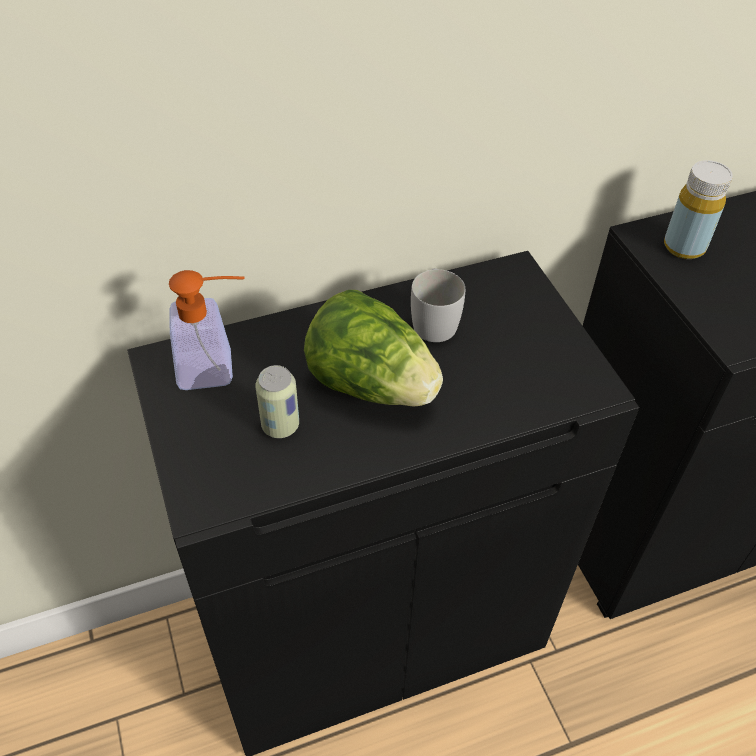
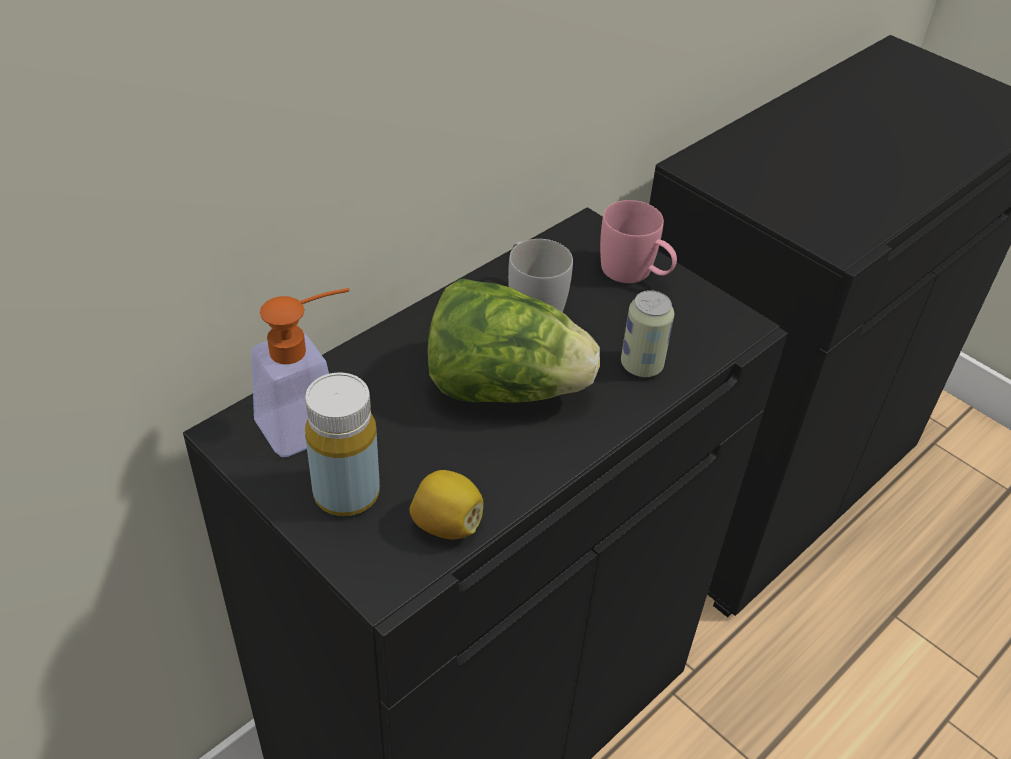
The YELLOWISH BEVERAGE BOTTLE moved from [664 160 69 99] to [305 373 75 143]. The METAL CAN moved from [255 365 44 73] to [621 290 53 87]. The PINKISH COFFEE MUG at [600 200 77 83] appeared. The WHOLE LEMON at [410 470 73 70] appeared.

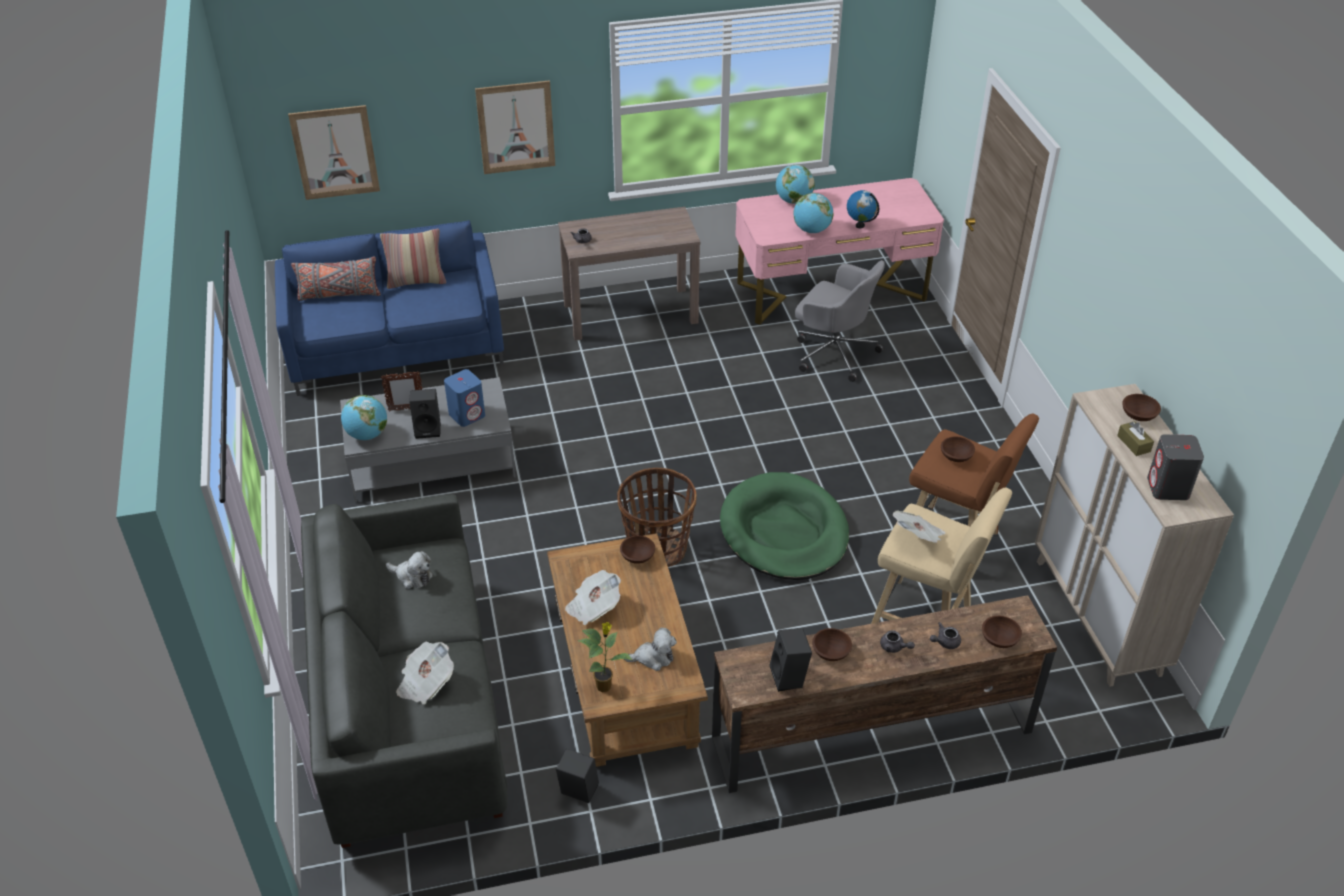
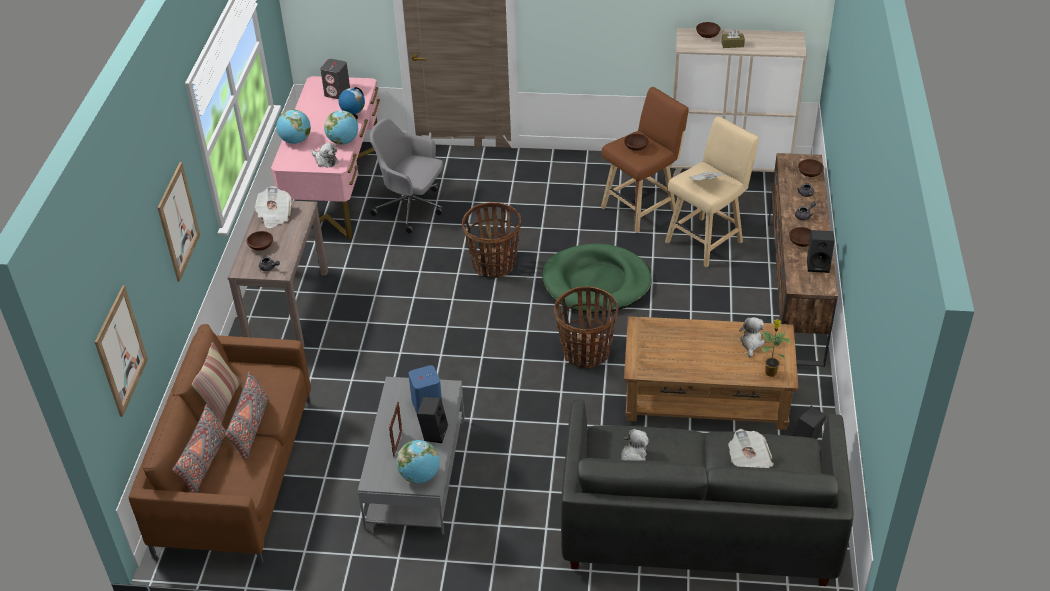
The BLUISH SETTEE at [275 220 229 176] became the BROWN SETTEE at [128 324 183 240]. The GREYISH OFFICE CHAIR at [795 260 90 122] turned 120 degrees counterclockwise. The GREYISH AUDIO SPEAKER moved from [1147 434 57 66] to [320 59 30 40]. The BROWN SERVING BOWL moved from [620 535 35 29] to [246 231 27 20]. The DAILY PAPER moved from [565 570 56 55] to [254 186 38 42]. The SOFT TOY at [311 143 27 25] appeared. The STORAGE BASKET at [462 202 59 76] appeared. The GREYISH THROW PILLOW at [225 372 44 88] appeared.

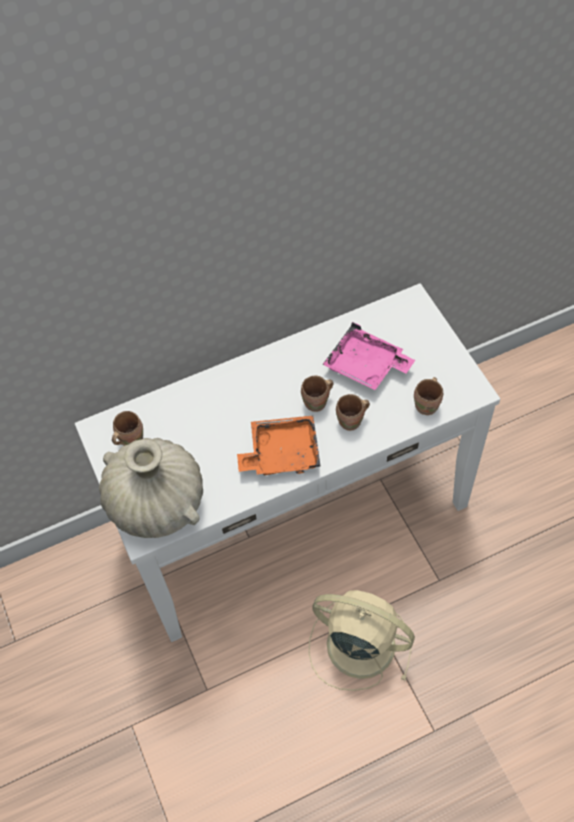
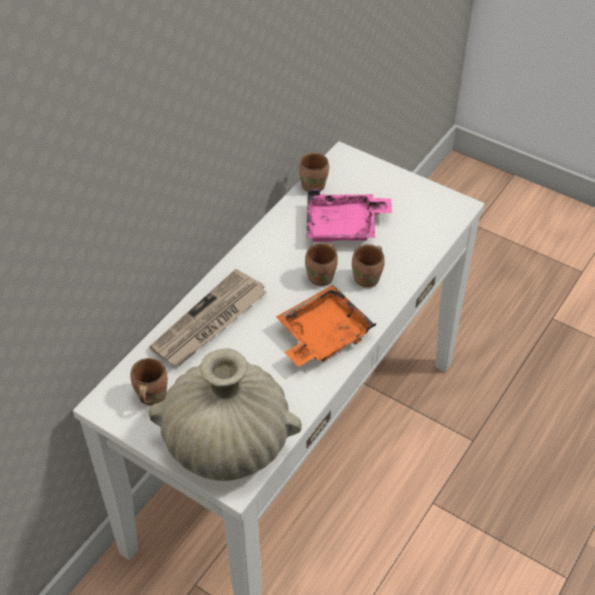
The BROWN COFFEE MUG moved from [414 377 29 38] to [299 153 30 39]. The SAND-COLOURED FAN at [309 590 106 101] disappeared. The DAILY PAPER at [149 269 118 97] appeared.

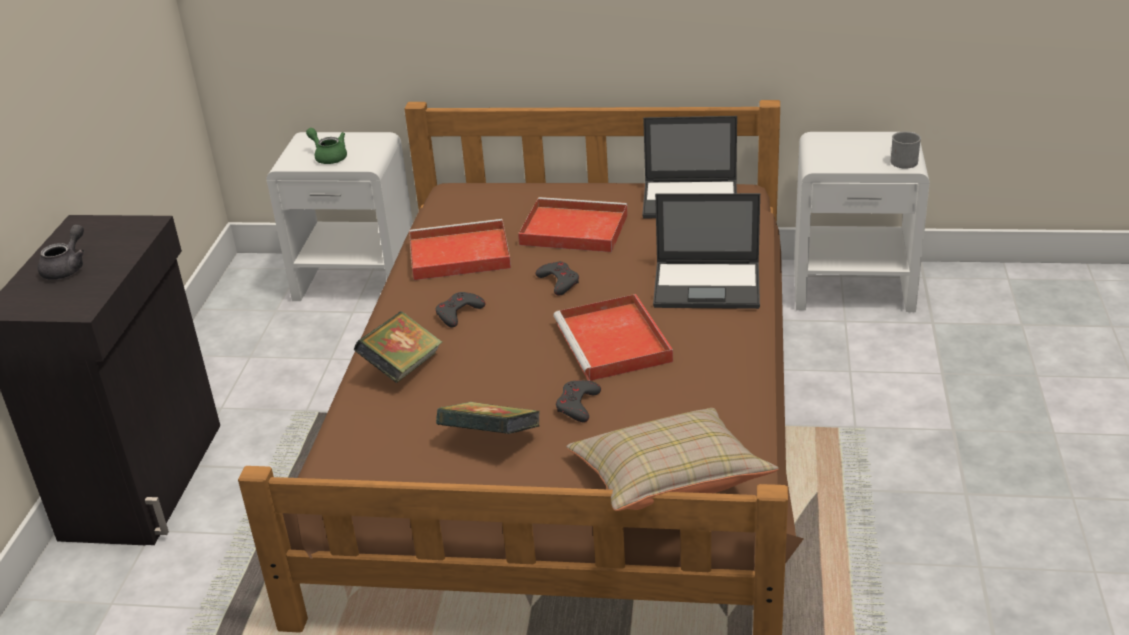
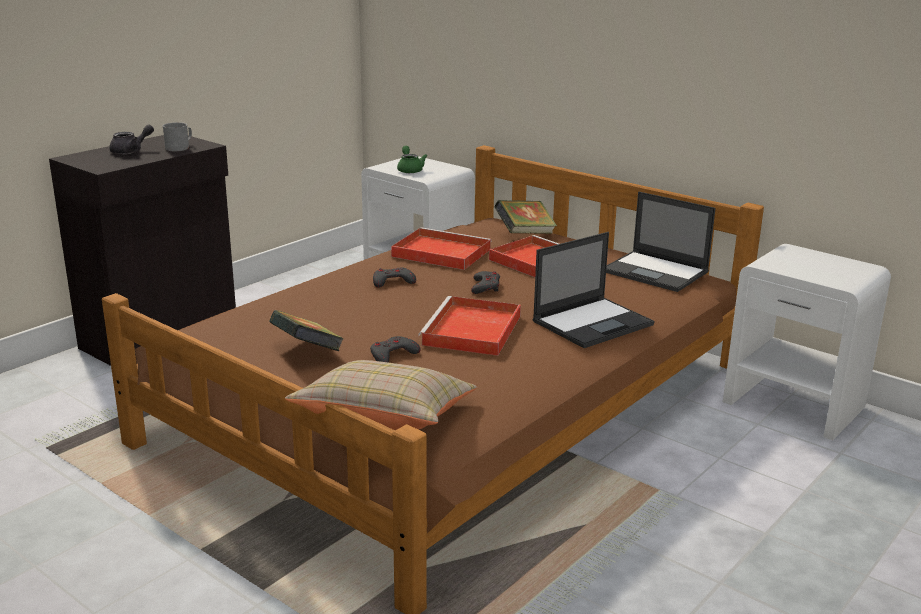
The GREYISH COFFEE MUG moved from [891 131 30 38] to [162 122 30 29]. The PORTABLE COMPUTER at [653 193 107 116] turned 75 degrees counterclockwise. The VOLUME moved from [354 311 88 72] to [494 200 63 34].

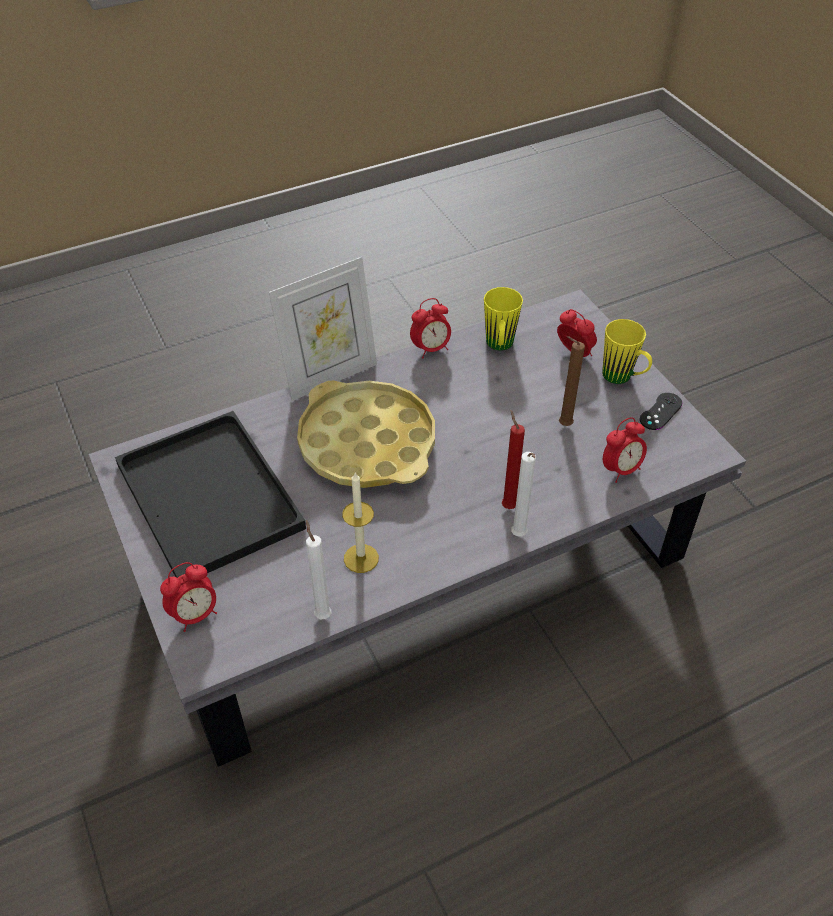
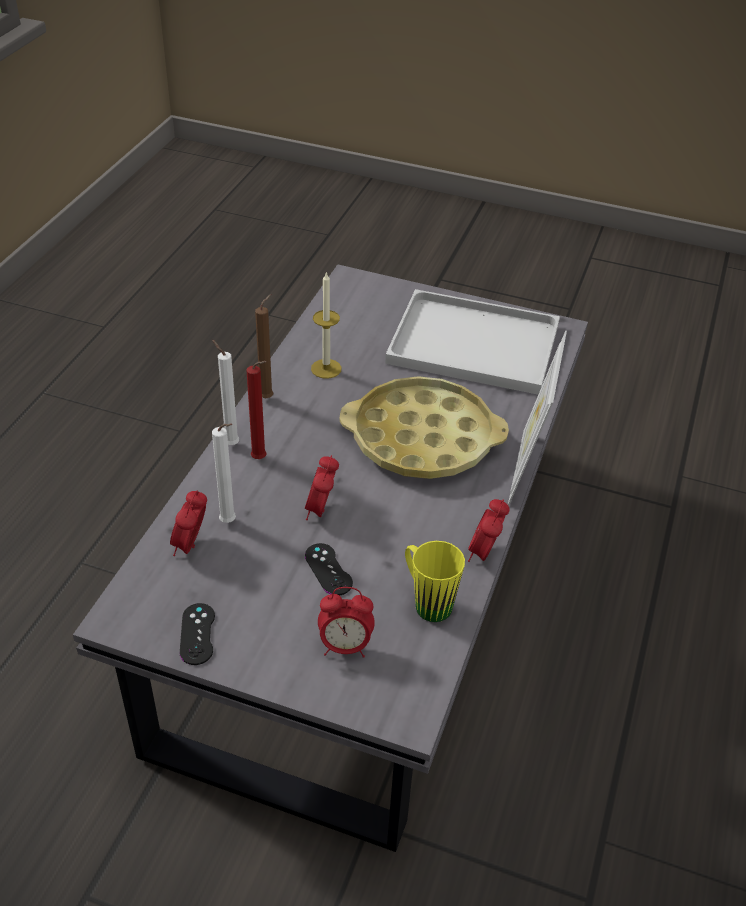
The YELLOWISH COFFEE MUG at [602 319 50 65] disappeared. The BROWN CANDLE moved from [559 336 26 90] to [255 294 18 104]. The BLACK SERVING TRAY at [115 411 191 167] became the WHITE-COLOURED SERVING TRAY at [385 289 175 106]. The WHITE-COLOURED CANDLE moved from [306 520 25 99] to [212 424 24 99]. The BEDSIDE CLOCK moved from [160 562 57 70] to [305 455 34 65]. The BLACK GAMEPAD at [305 543 48 52] appeared.

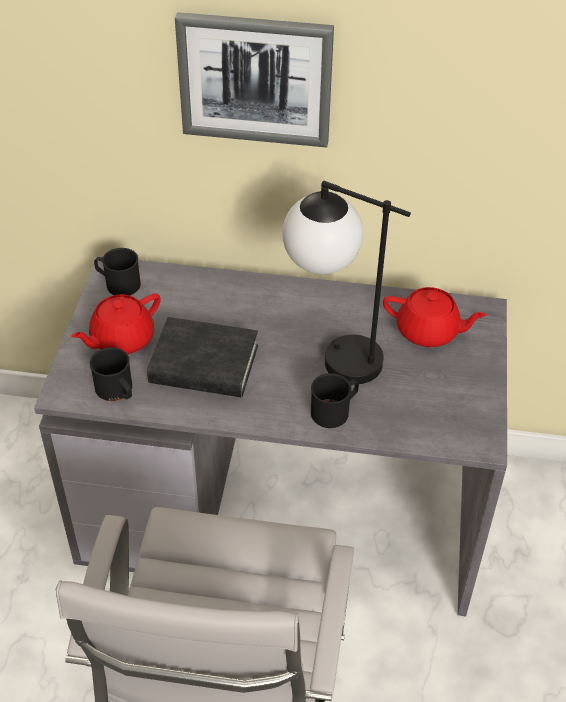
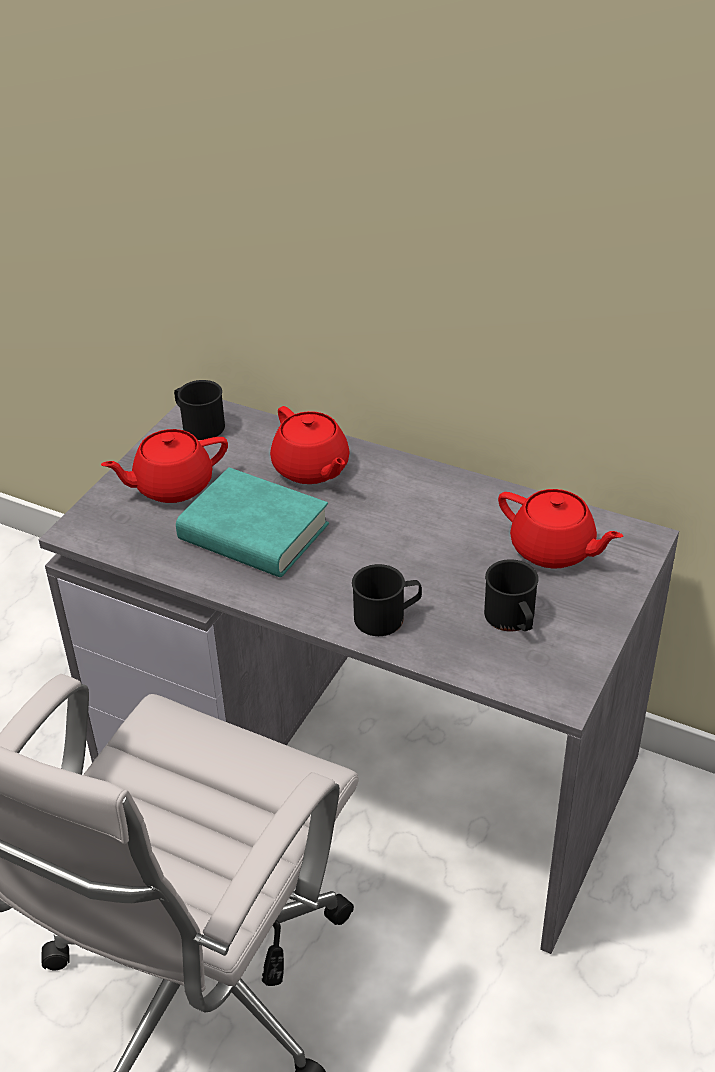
The PICTURE at [175 12 159 135] disappeared. The LAMP FOR A TABLE at [282 181 129 203] disappeared. The BLACK VOLUME at [147 317 111 80] became the TURQUOISE-COLOURED VOLUME at [176 467 153 110]. The BLACK COFFEE MUG moved from [90 347 42 54] to [484 559 55 73]. The RED POT FOR TEA at [270 406 80 78] appeared.

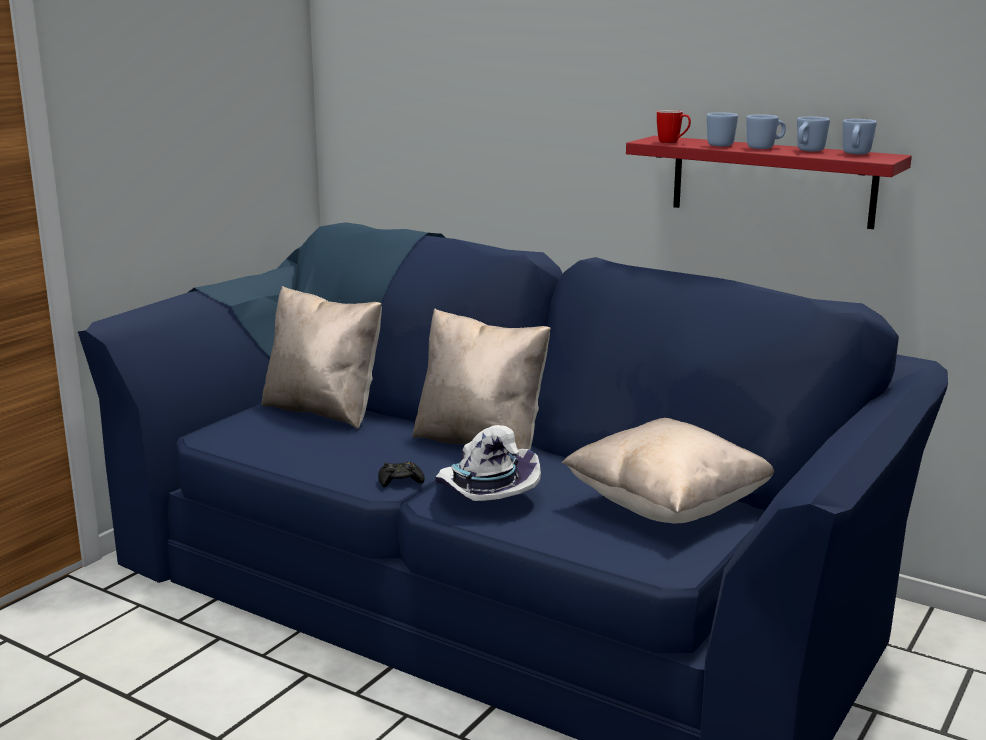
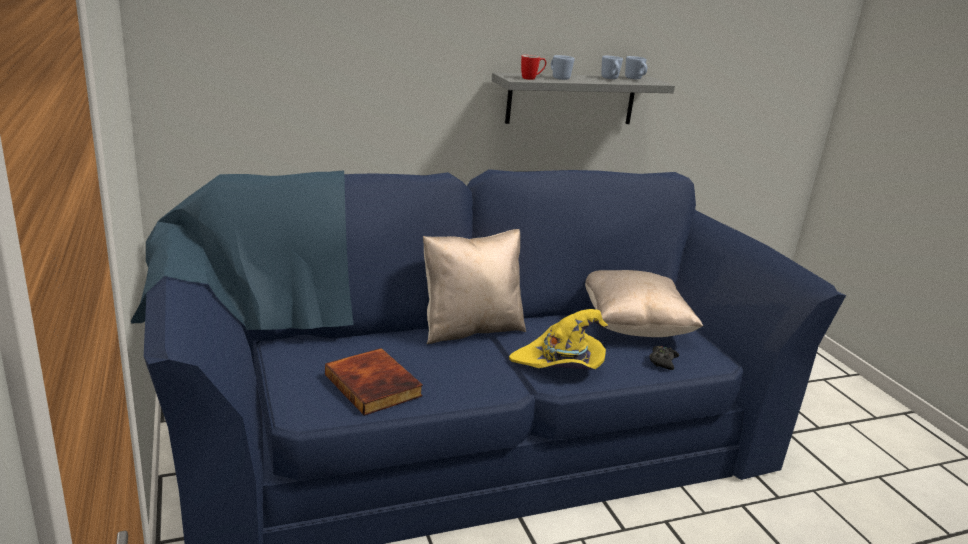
The BLUISH COFFEE MUG at [746 115 40 34] disappeared. The RED SHELF at [626 136 286 93] became the GREYISH SHELF at [492 73 183 51]. The SAND-COLOURED THROW PILLOW at [262 286 120 143] disappeared. The WHITE-COLOURED WEARABLE HAT at [435 425 106 76] became the YELLOWISH WEARABLE HAT at [509 309 99 61]. The BLACK GAMEPAD moved from [378 461 47 26] to [649 346 30 24]. The VOLUME at [325 348 98 67] appeared.

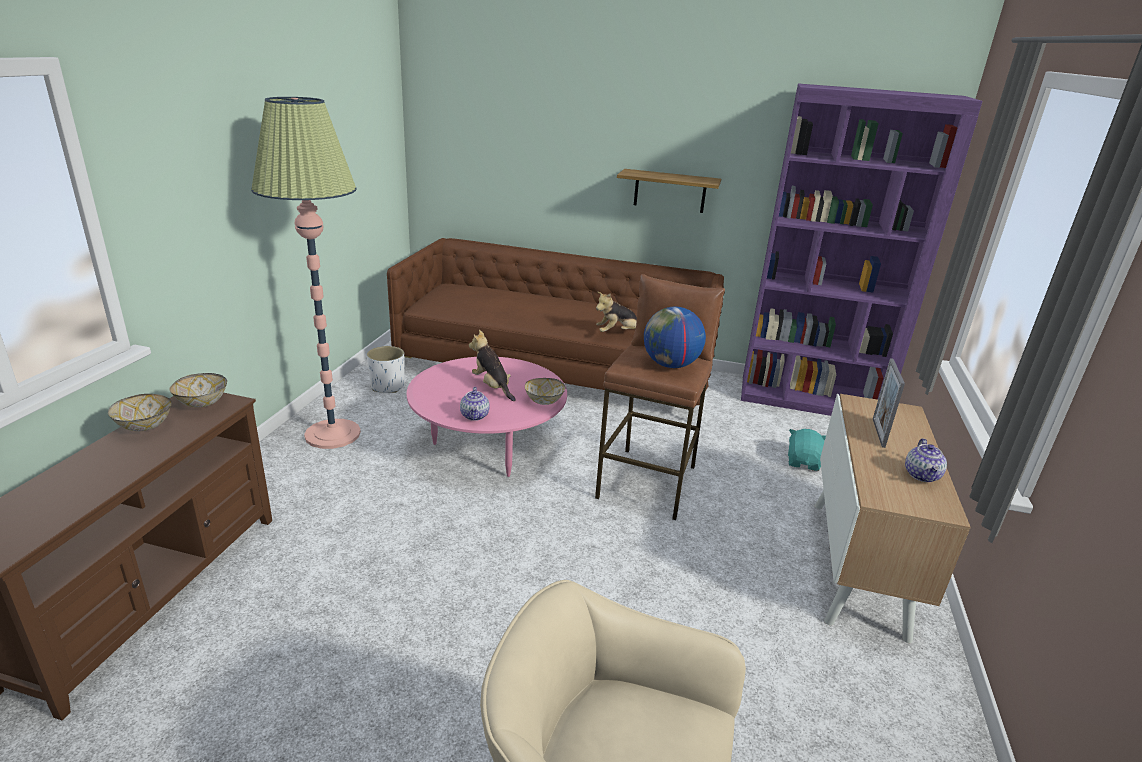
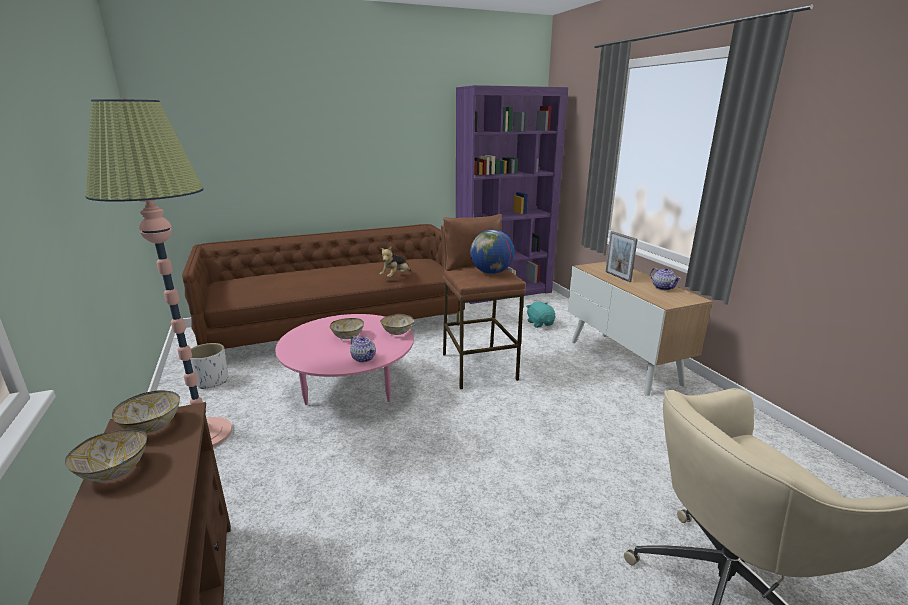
The SHELF at [617 169 104 44] disappeared. The SOFT TOY at [469 330 46 71] was replaced by the SERVING BOWL at [330 318 34 21].

